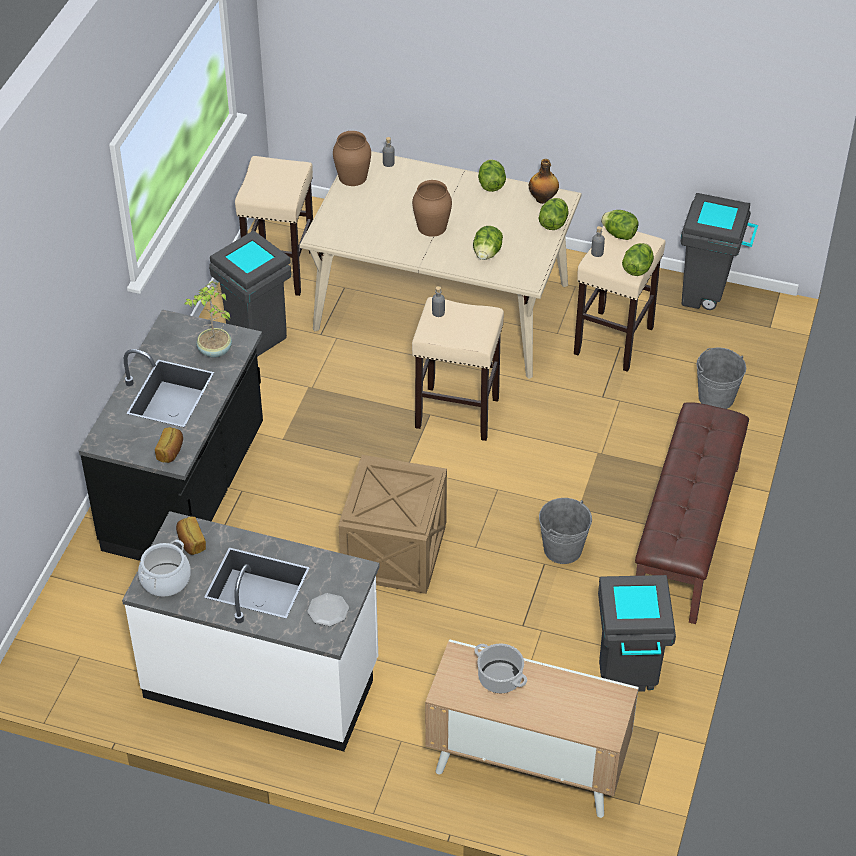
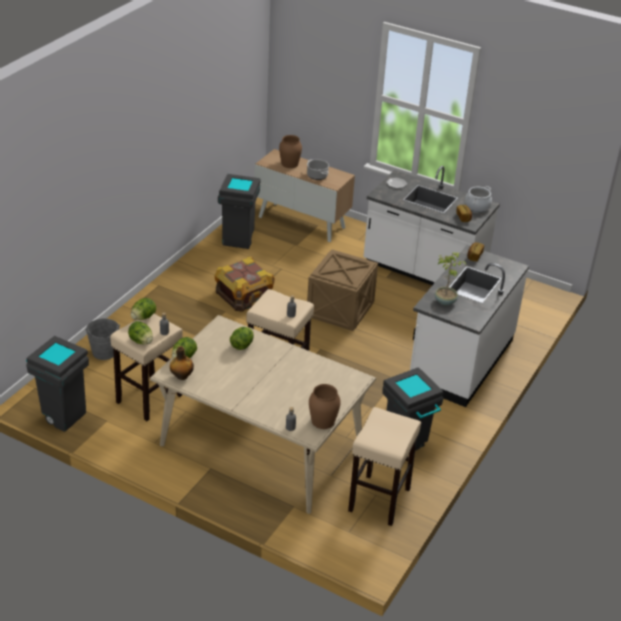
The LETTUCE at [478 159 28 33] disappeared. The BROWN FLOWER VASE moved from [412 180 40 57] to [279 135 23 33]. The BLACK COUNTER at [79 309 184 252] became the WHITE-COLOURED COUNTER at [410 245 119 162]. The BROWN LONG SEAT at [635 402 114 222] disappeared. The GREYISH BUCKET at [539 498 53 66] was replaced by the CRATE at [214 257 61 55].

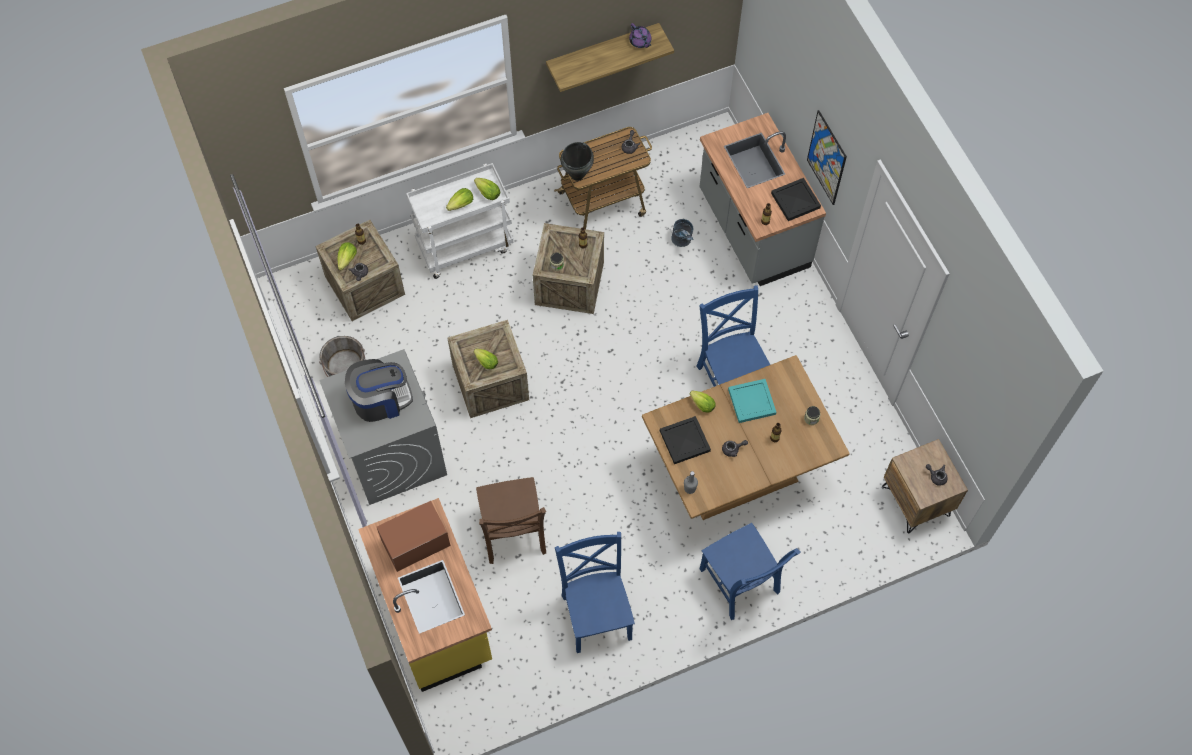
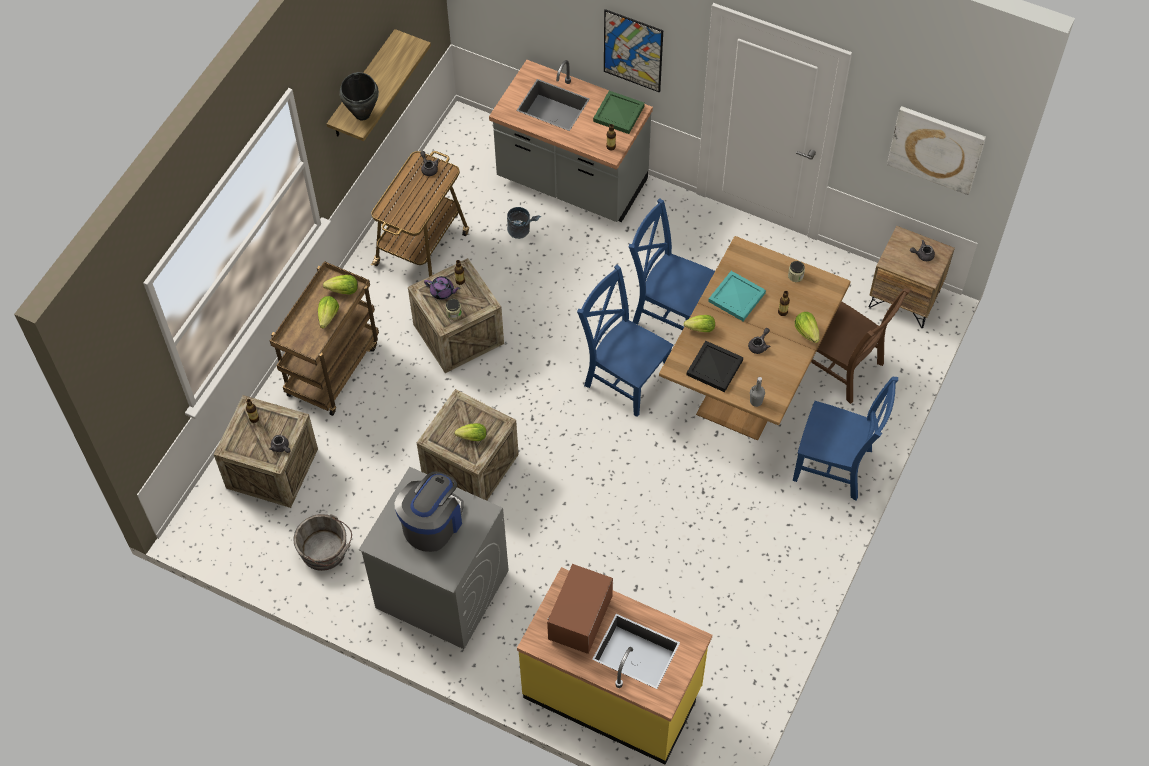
The PURPLISH POT FOR TEA moved from [629 23 22 25] to [424 276 37 24]. The BLACK SAUCEPOT moved from [560 142 34 39] to [339 72 40 48]. The WHITE-COLOURED CART at [406 163 107 116] became the BROWN CART at [270 261 109 155]. The BLACK SERVING TRAY at [771 178 50 43] became the GREEN-COLOURED SERVING TRAY at [593 91 52 43]. The LETTUCE moved from [338 242 19 28] to [795 312 25 31]. The BROWN UPRIGHT CHAIR moved from [476 477 70 87] to [811 288 99 116]. The BLUISH UPRIGHT CHAIR moved from [555 532 80 121] to [577 265 96 152]. The PICTURE at [887 106 99 89] appeared.

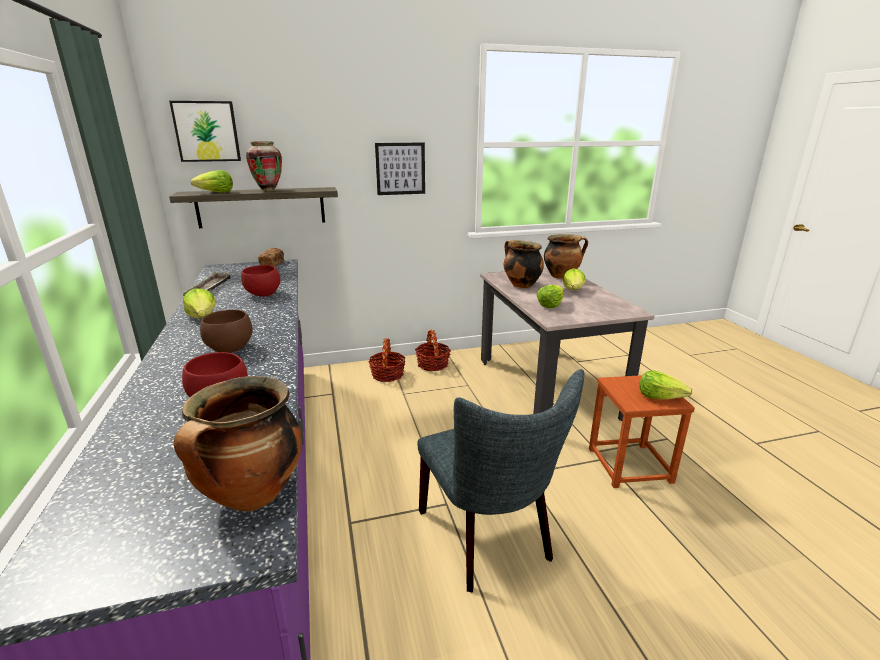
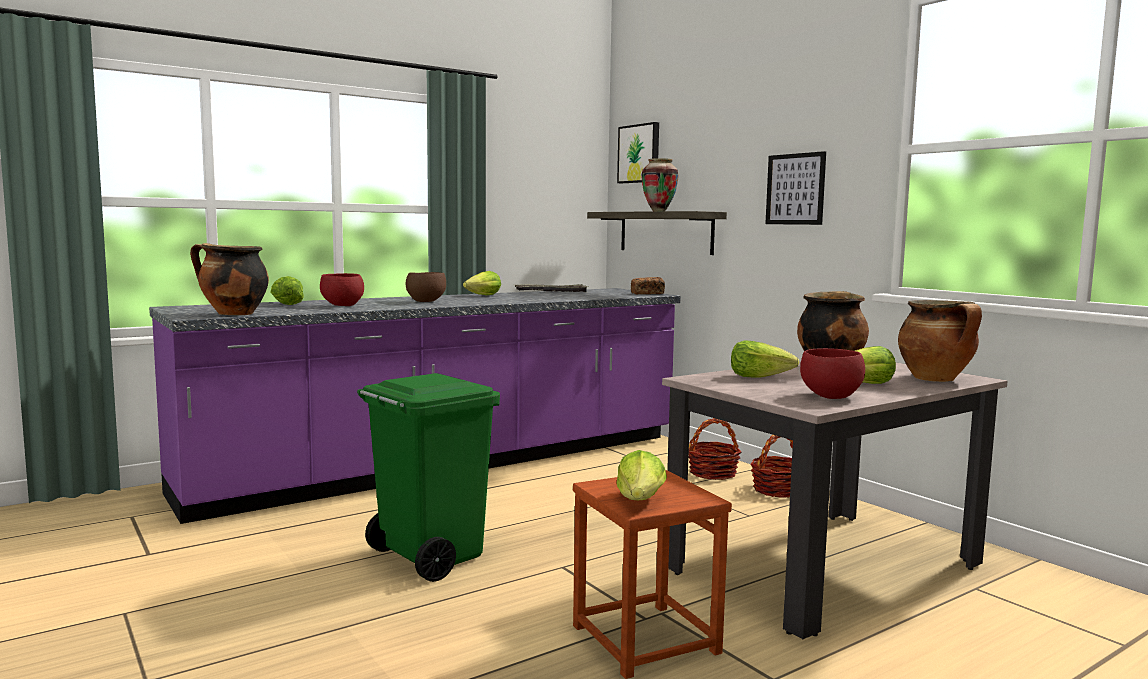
The LETTUCE moved from [191 170 42 23] to [271 276 33 29]. The RED SERVING BOWL moved from [241 265 39 32] to [800 348 65 51]. The GREYISH UPRIGHT CHAIR at [417 369 167 224] was replaced by the GREEN-COLOURED RUBBISH BIN at [357 373 143 209].

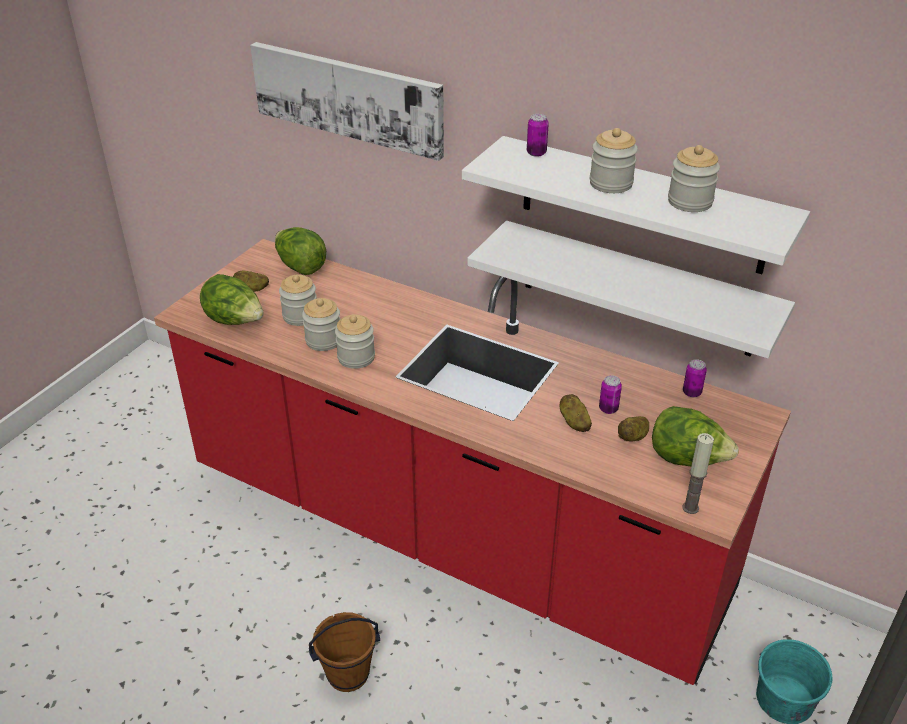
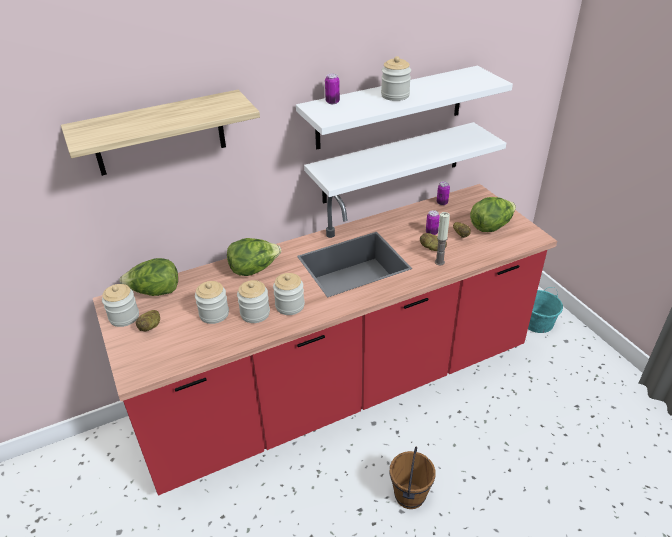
The PICTURE at [250 42 194 119] was replaced by the SHELF at [61 90 199 86]. The PRESERVE JAR moved from [668 145 52 67] to [102 284 37 43]. The LETTUCE moved from [200 274 64 51] to [227 238 54 38]. The CANDLE moved from [683 433 31 81] to [435 212 15 53].

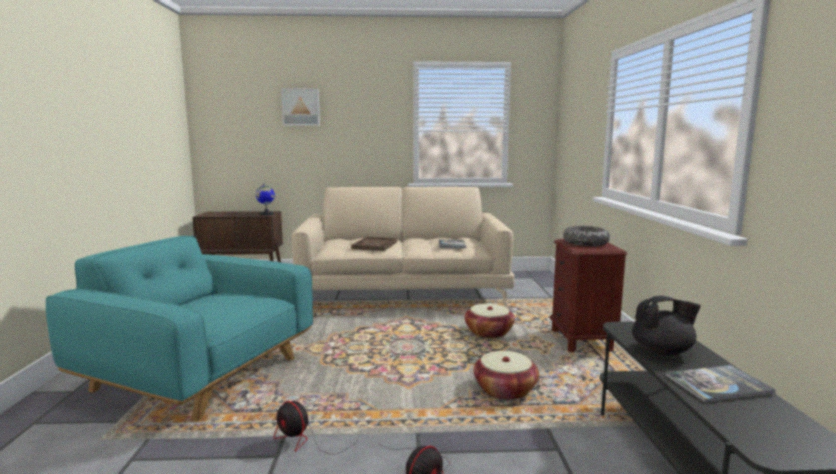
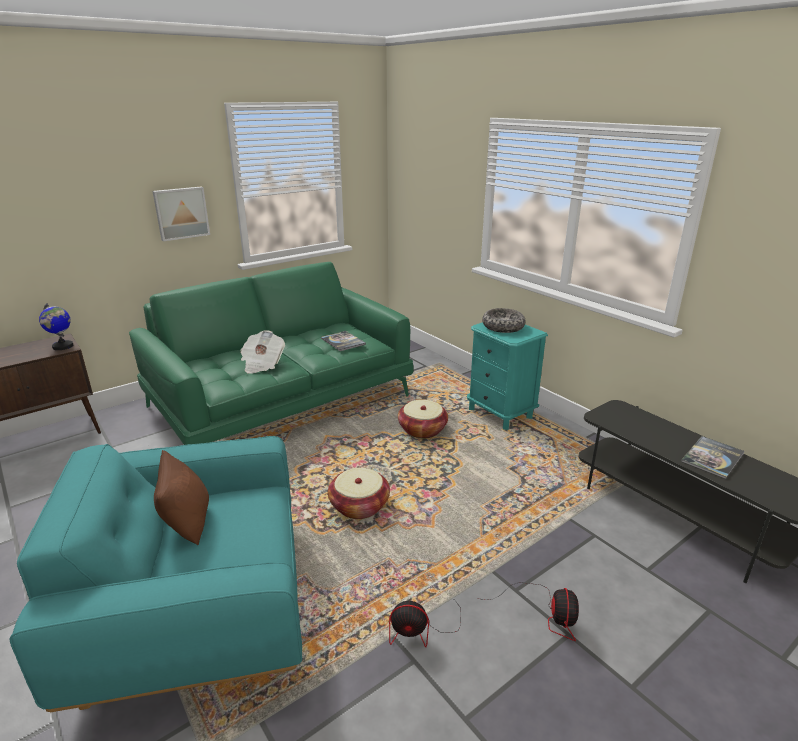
The PICTURE moved from [281 88 39 38] to [153 187 57 54]. The SAND-COLOURED SETTEE at [292 187 223 121] became the GREEN-COLOURED SETTEE at [129 262 285 183]. The BROWN SERVING TRAY at [351 237 46 14] was replaced by the DAILY PAPER at [240 330 45 44]. The BROWN BEDSIDE TABLE at [550 239 77 113] became the TURQUOISE-COLOURED BEDSIDE TABLE at [467 322 81 108]. The BLACK POT FOR TEA at [632 296 69 60] disappeared. The STORAGE BASKET moved from [473 351 66 49] to [328 468 62 51]. The BROWN THROW PILLOW at [154 450 55 95] appeared.

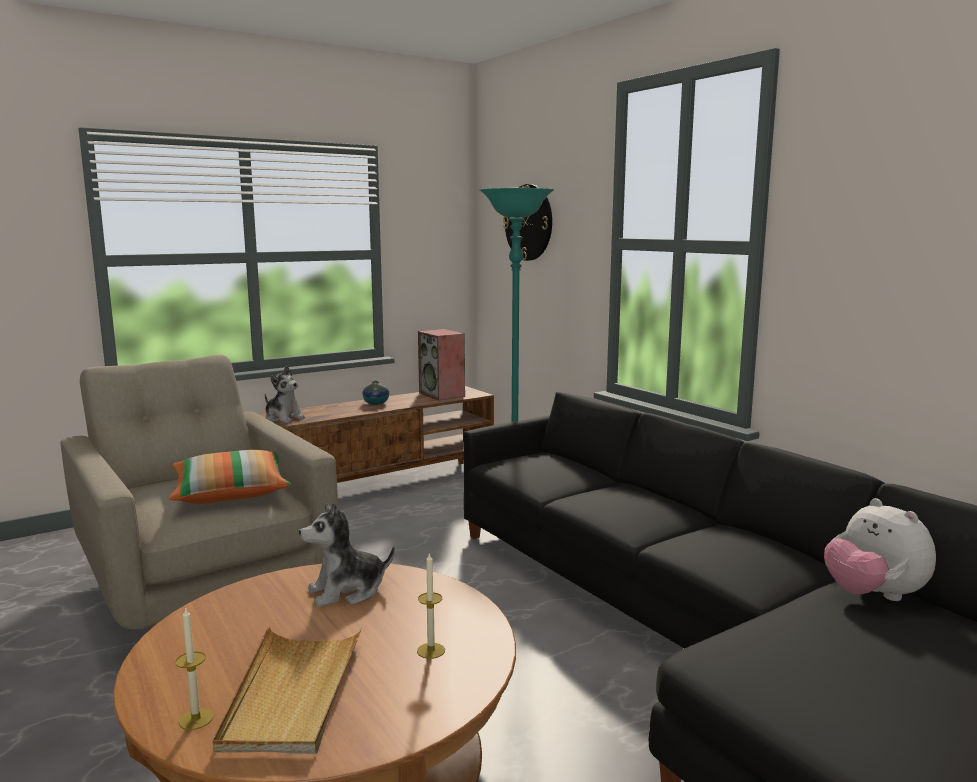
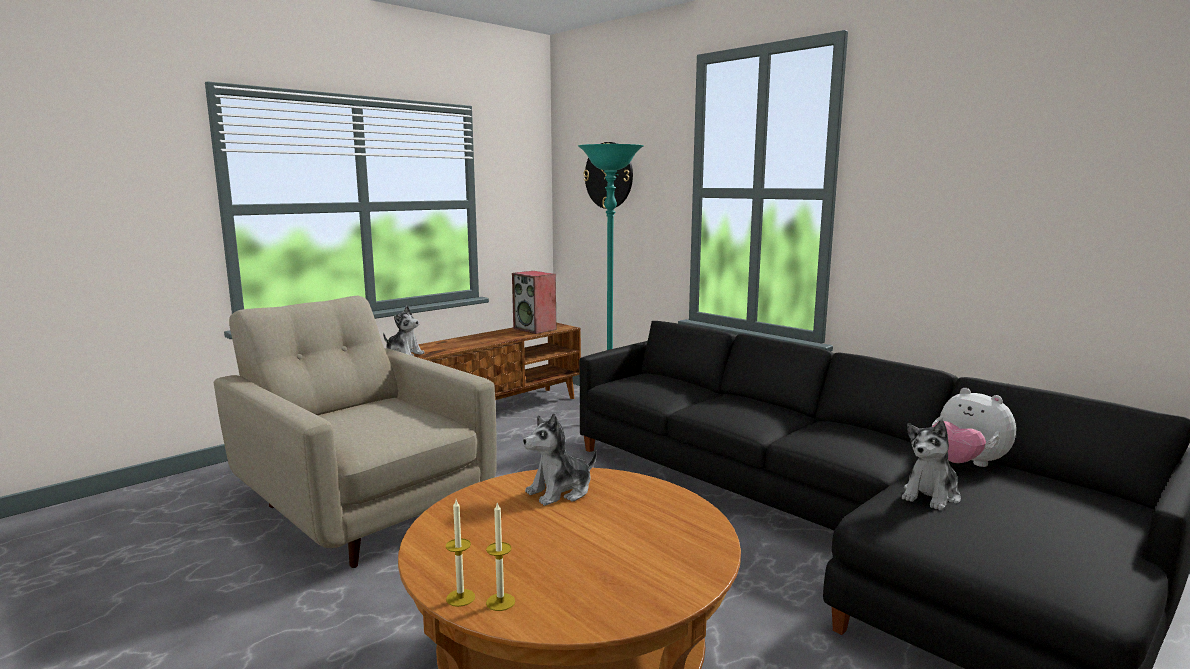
The FLOWER VASE at [363 381 26 24] disappeared. The THROW PILLOW at [169 450 122 54] disappeared. The CANDLE moved from [417 552 28 107] to [446 500 29 107]. The SAND-COLOURED SERVING TRAY at [212 627 150 127] disappeared. The SOFT TOY at [902 420 59 91] appeared.

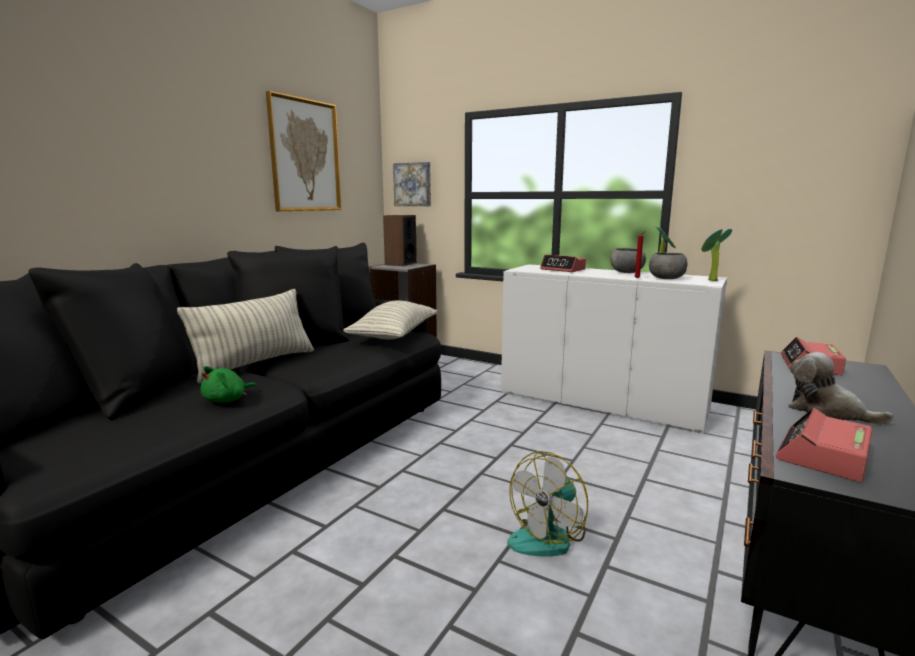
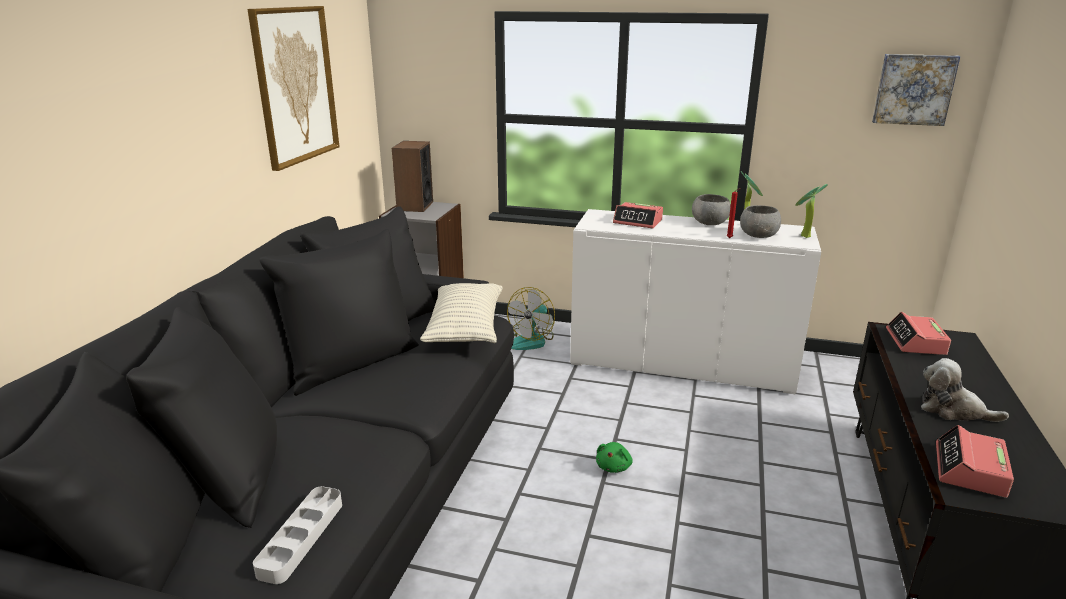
The PICTURE moved from [393 162 38 44] to [872 54 89 72]. The THROW PILLOW at [177 289 137 95] disappeared. The GREEN-COLOURED SOFT TOY moved from [200 366 57 36] to [596 442 37 31]. The FAN moved from [507 451 81 106] to [507 287 48 63]. The GREYISH SERVING TRAY at [253 486 89 98] appeared.

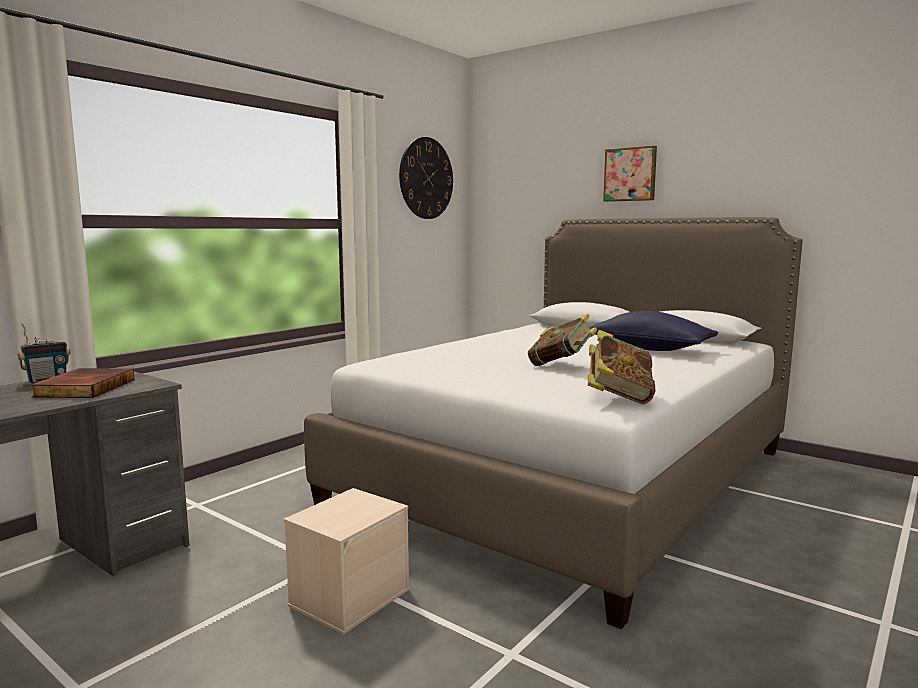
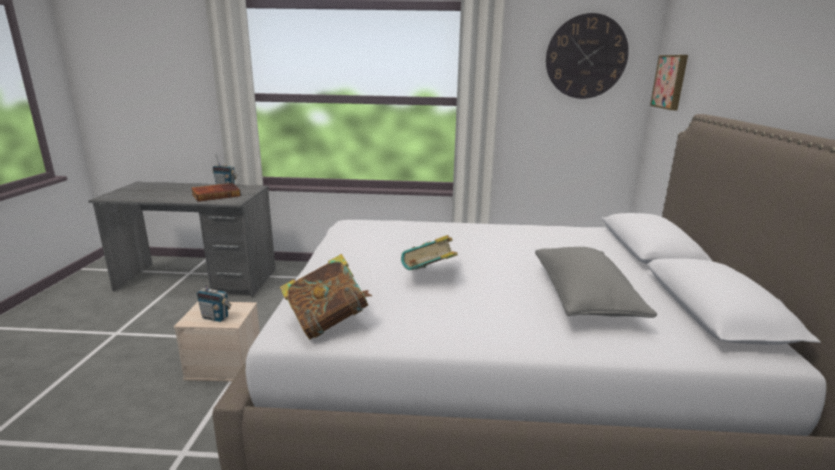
The PICTURE moved from [603 145 54 57] to [650 55 38 55]. The BLUISH THROW PILLOW at [589 311 129 40] became the GREYISH THROW PILLOW at [535 247 122 71]. The RADIO at [196 274 36 48] appeared.

